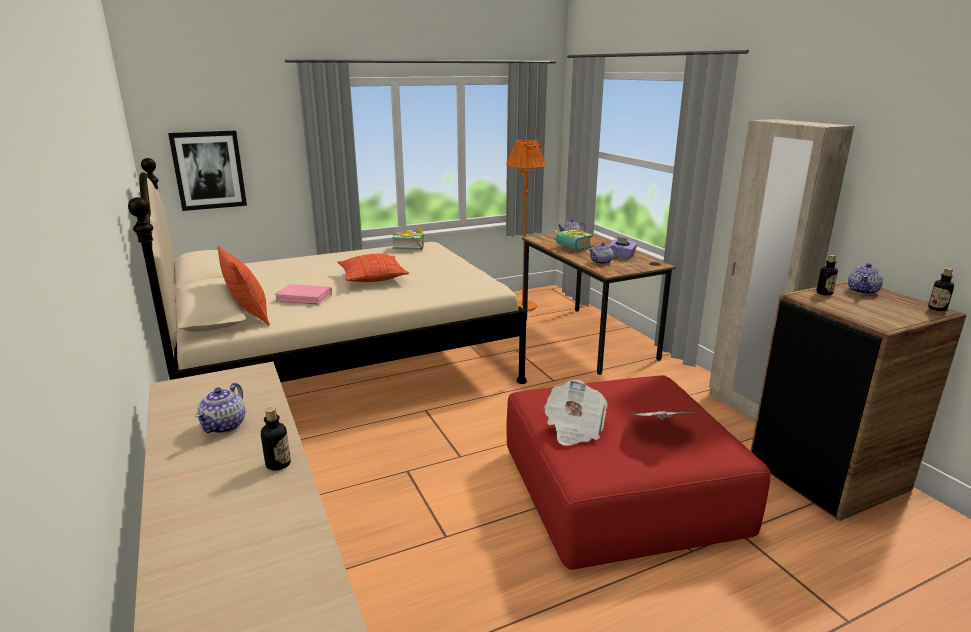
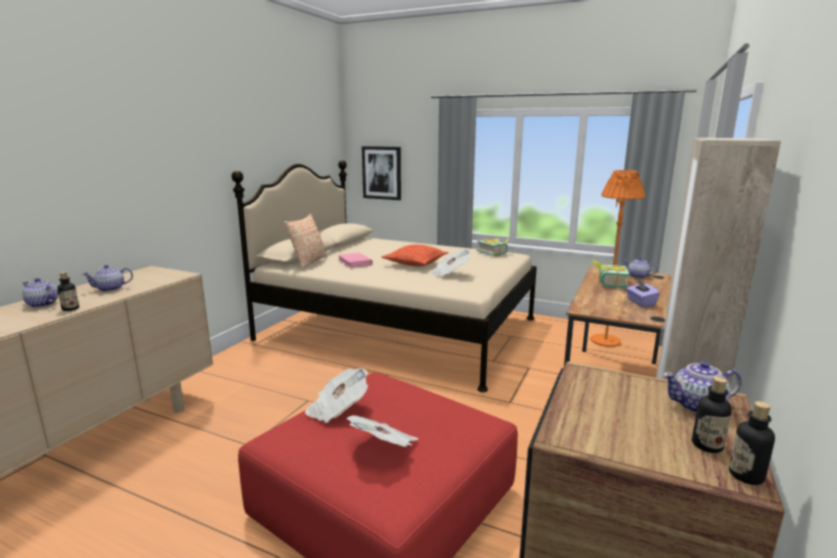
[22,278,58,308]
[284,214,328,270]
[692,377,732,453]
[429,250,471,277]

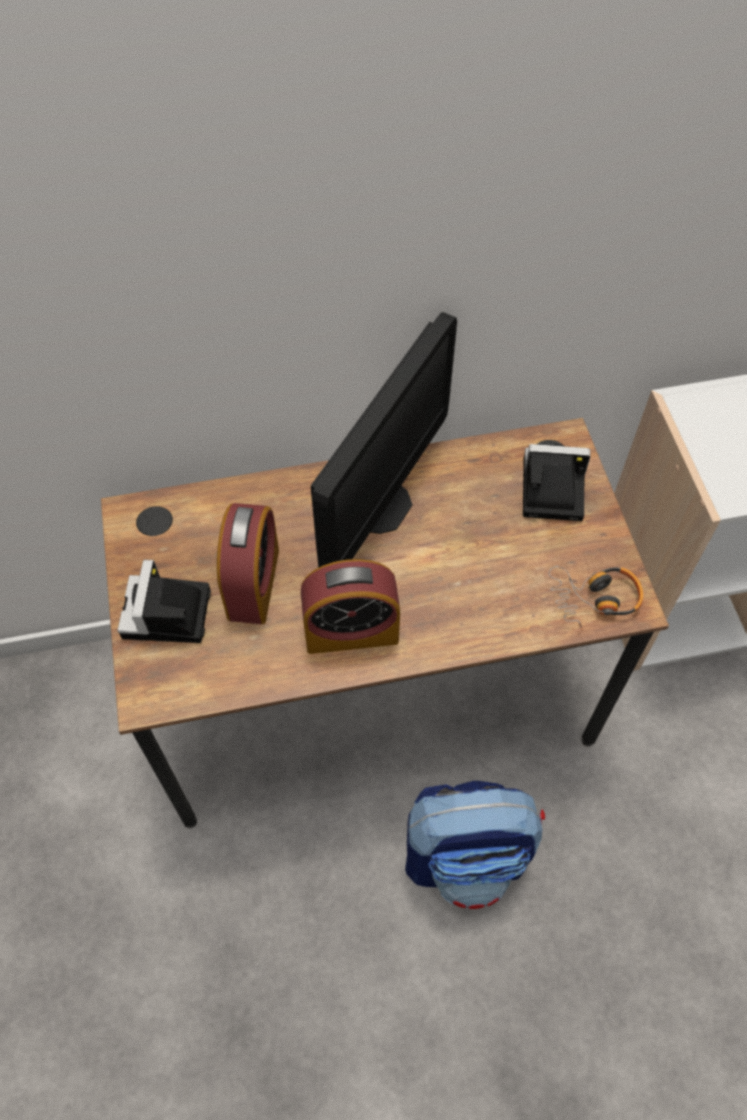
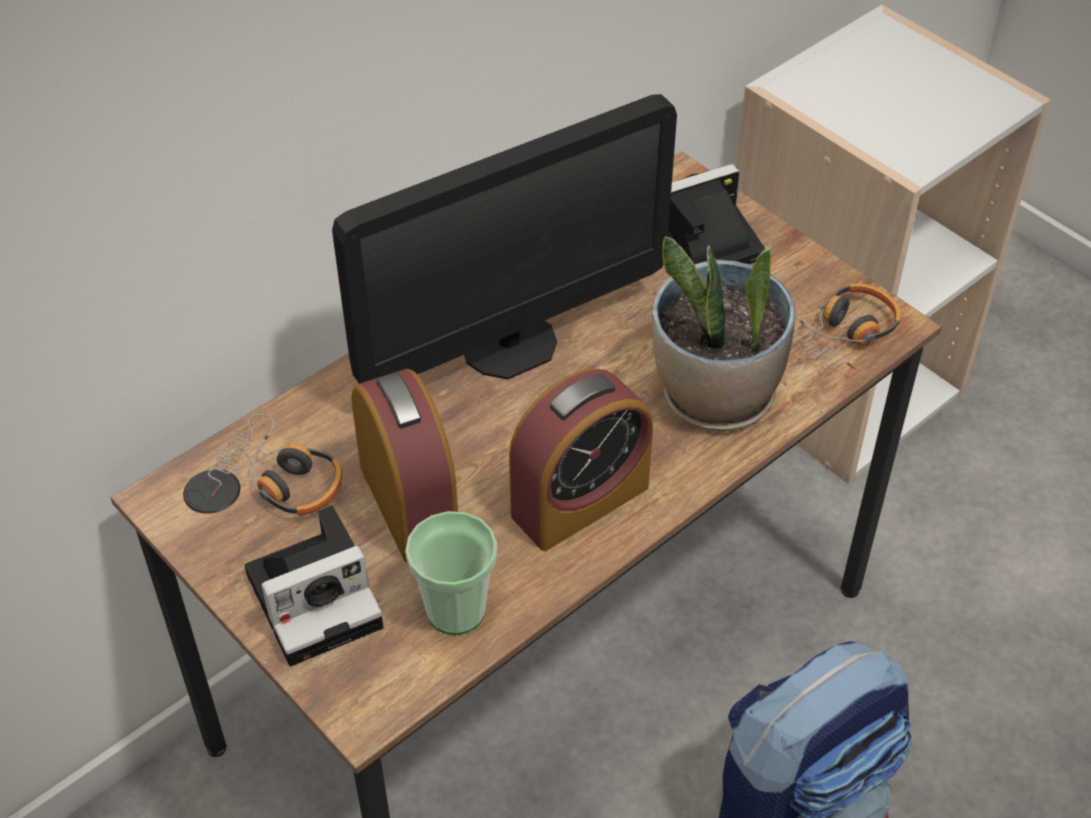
[332,94,677,384]
[245,505,383,666]
[652,236,796,431]
[208,414,342,515]
[405,511,497,635]

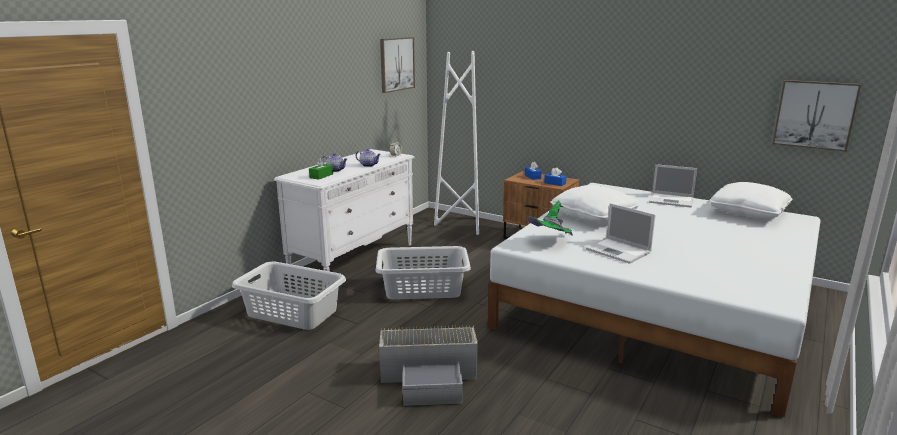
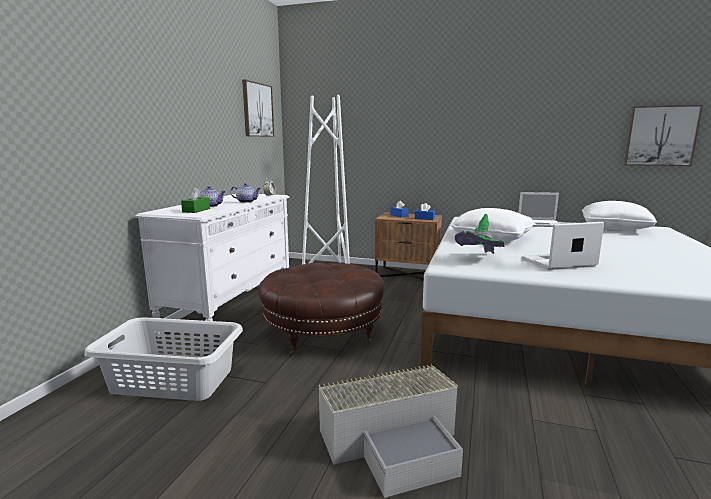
[522,222,604,270]
[258,263,385,355]

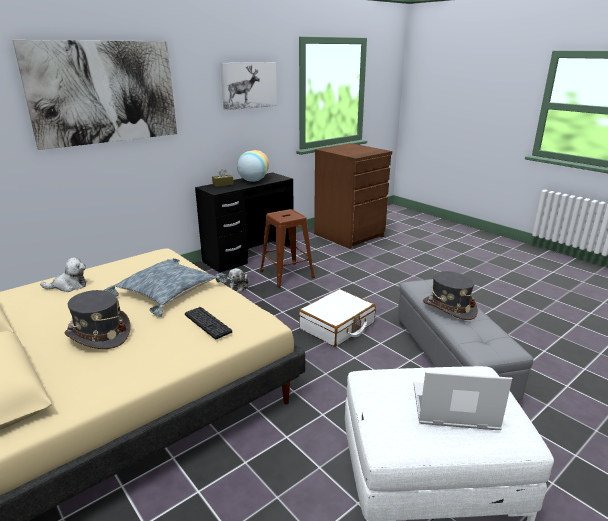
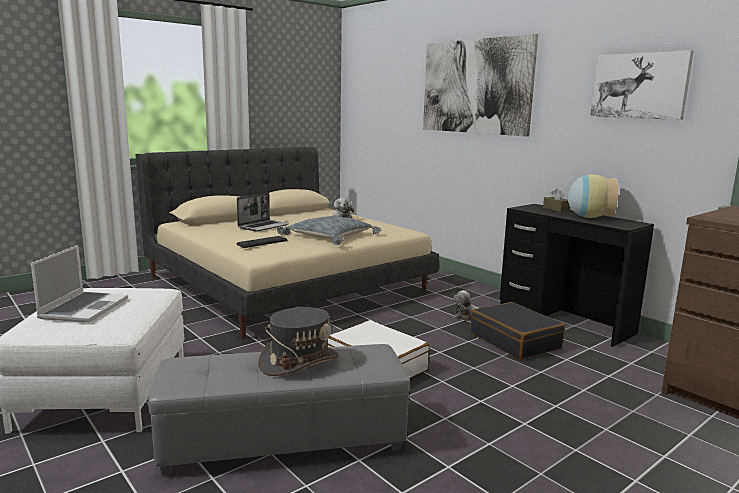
[470,302,565,359]
[237,193,289,232]

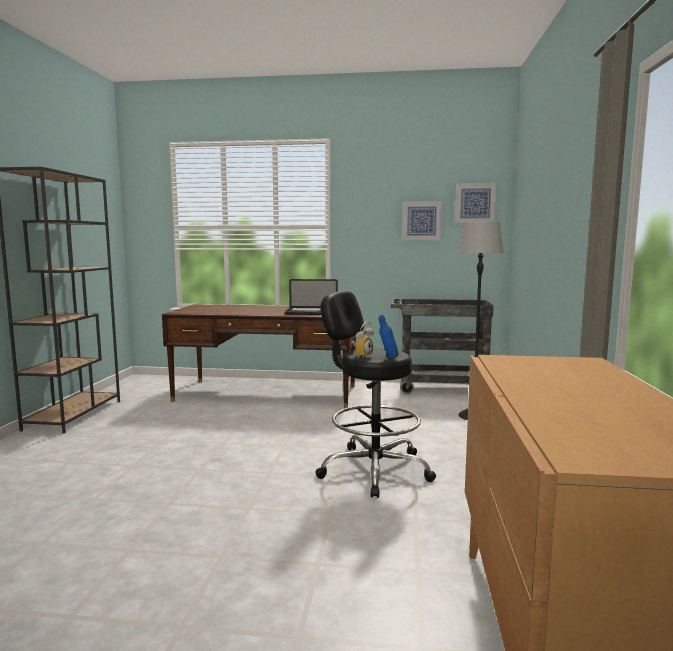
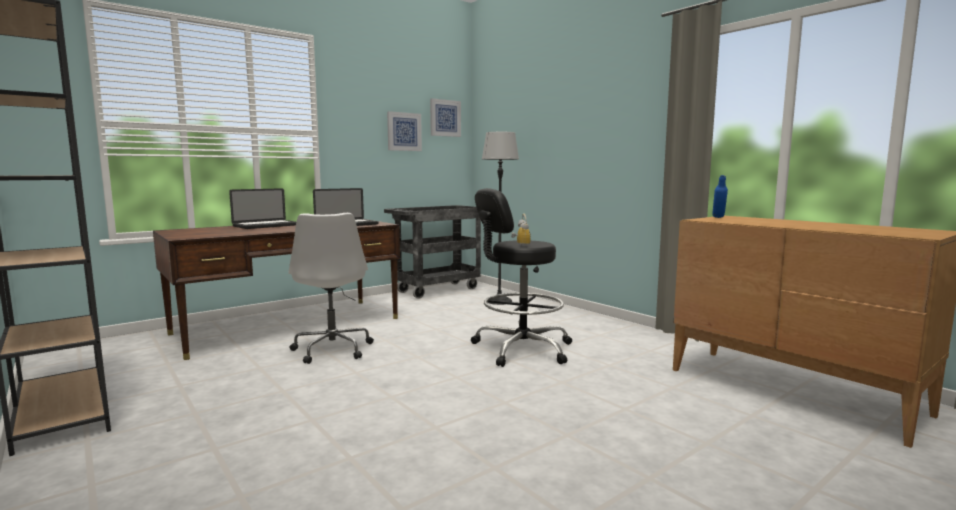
[712,175,728,218]
[229,188,296,229]
[289,213,374,364]

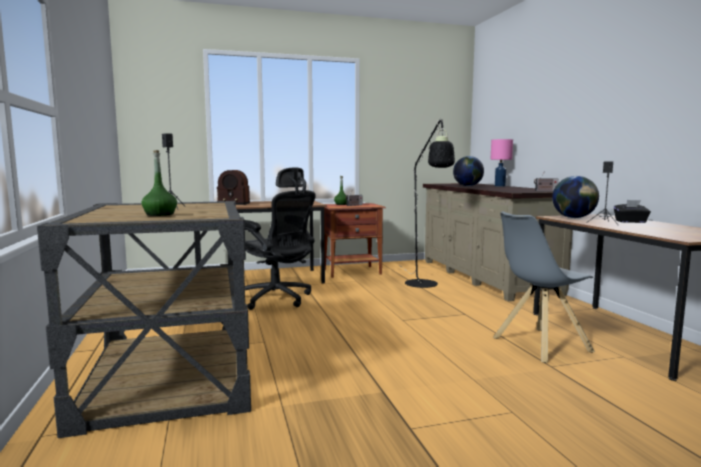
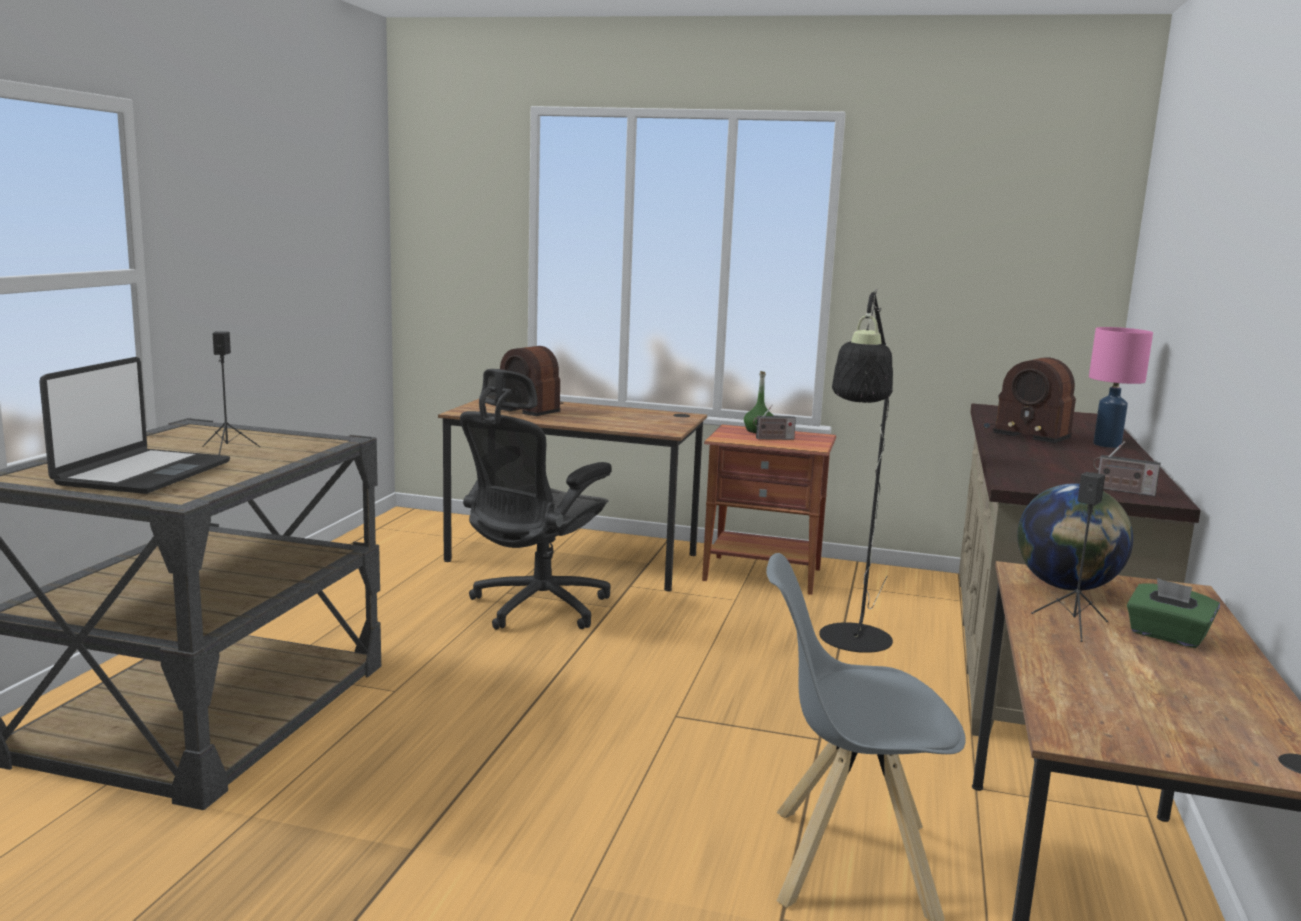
[39,357,230,494]
[984,357,1076,443]
[460,369,612,630]
[1127,578,1220,648]

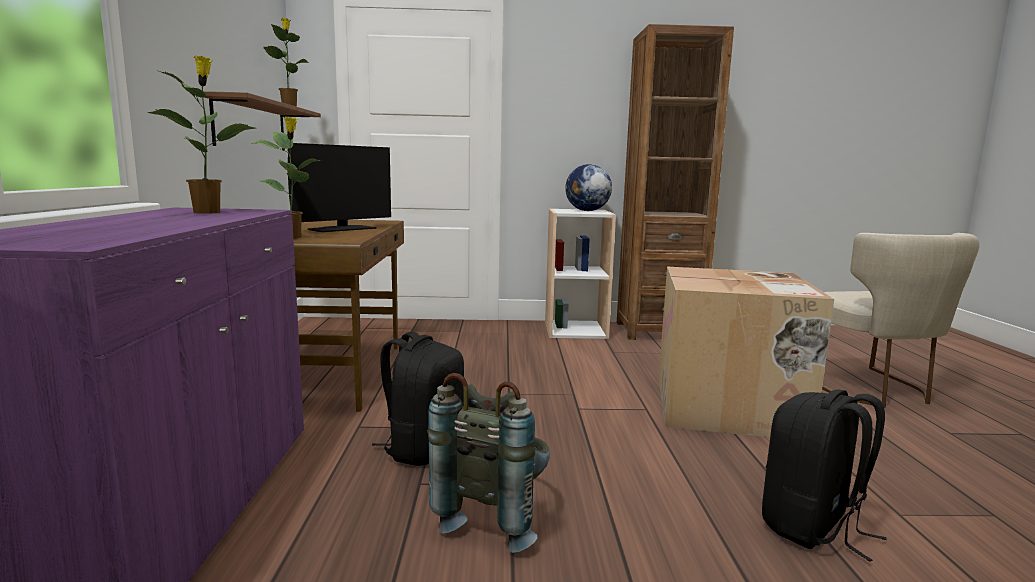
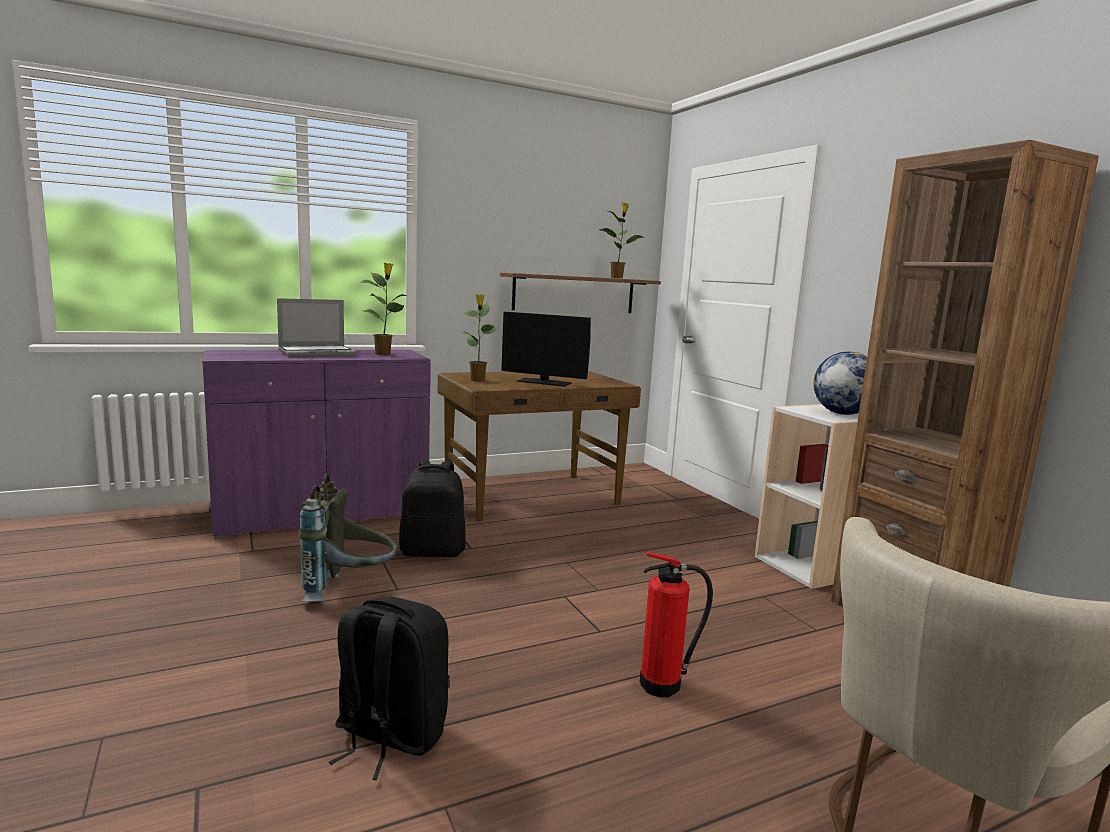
[640,552,713,697]
[277,298,357,357]

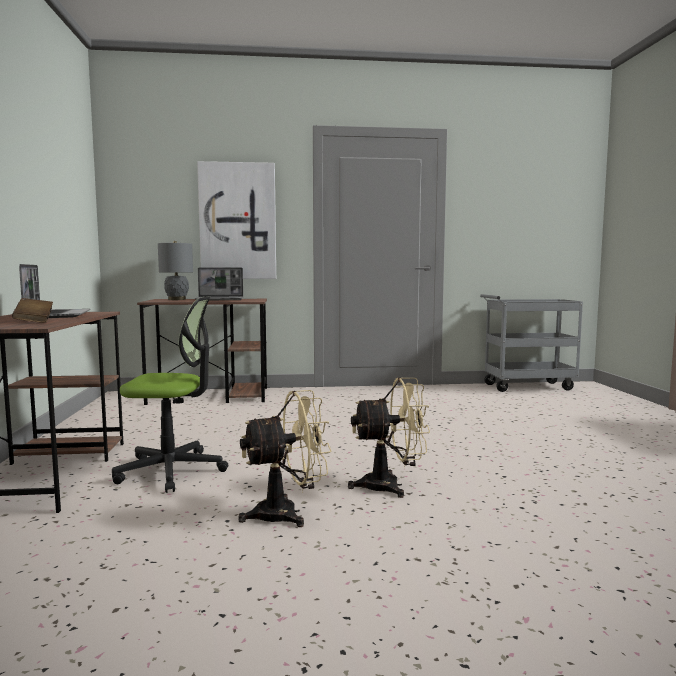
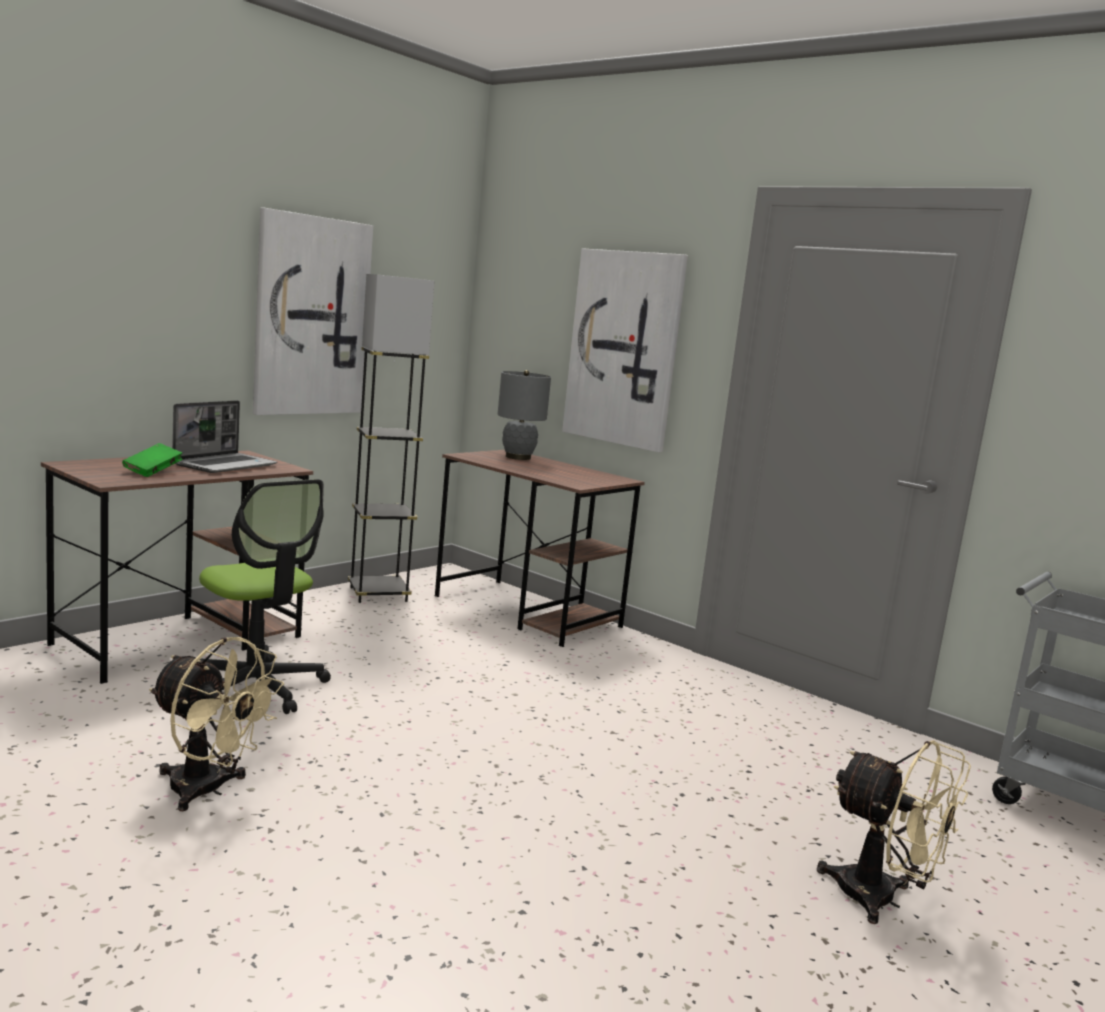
[195,267,243,300] (first image)
[122,443,182,477]
[817,740,971,924]
[253,208,373,415]
[348,274,435,603]

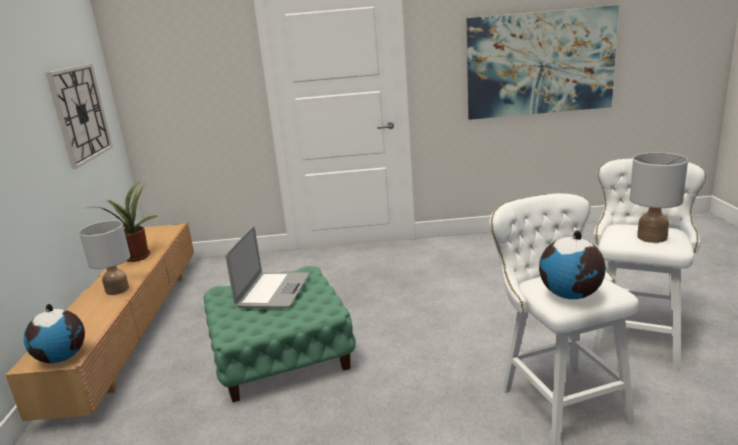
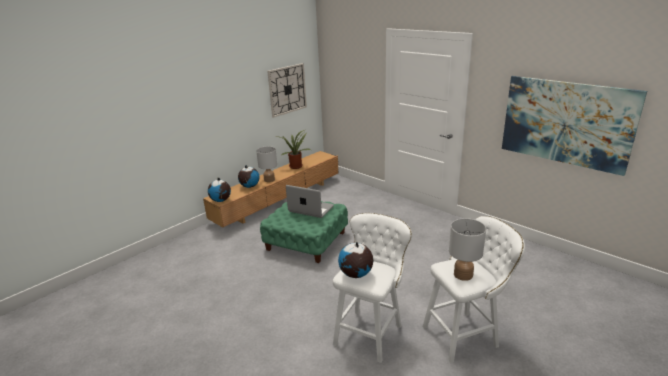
[286,185,334,218]
[238,165,259,188]

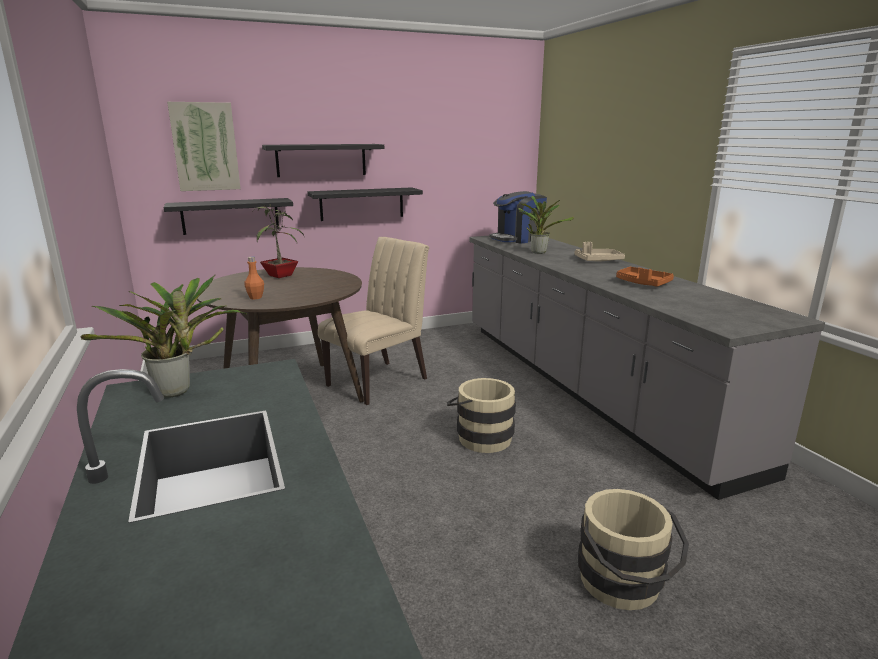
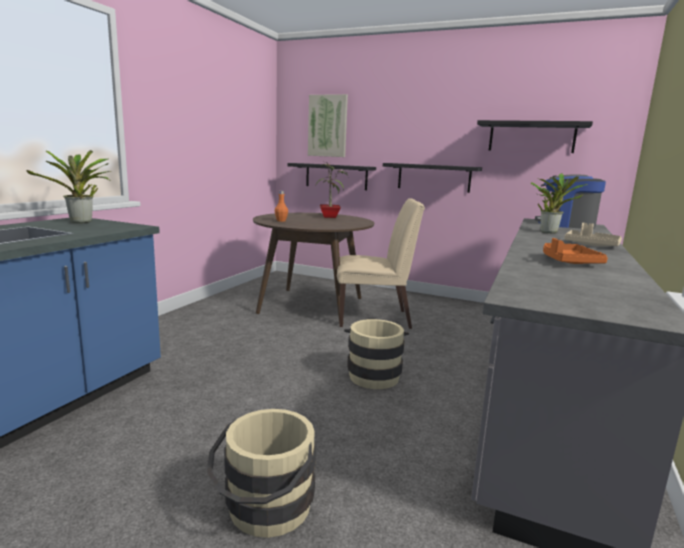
[477,120,593,153]

